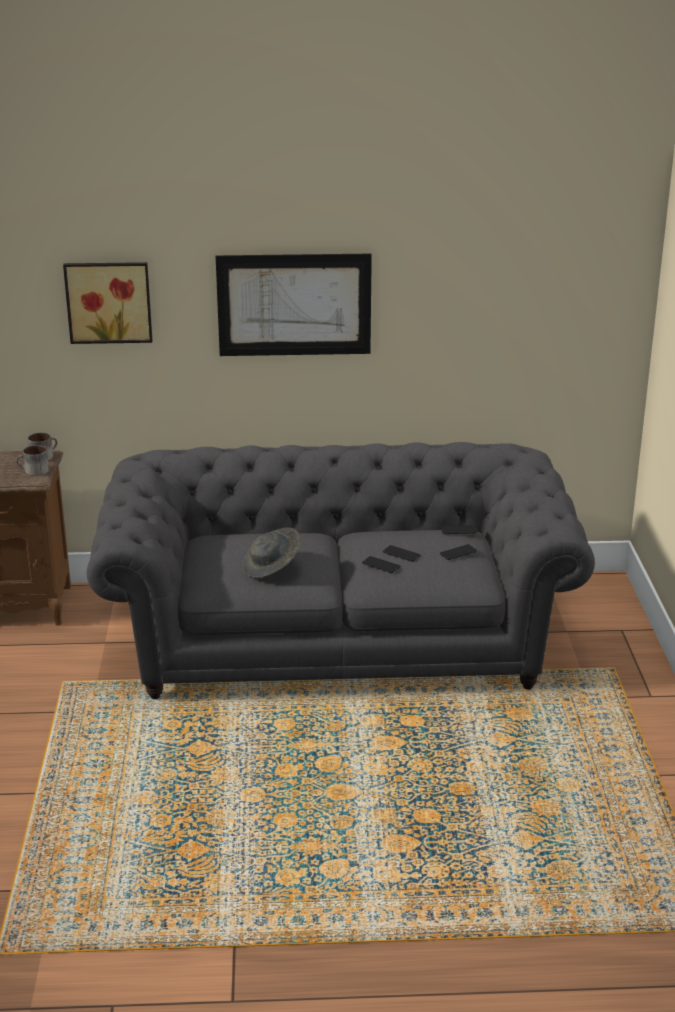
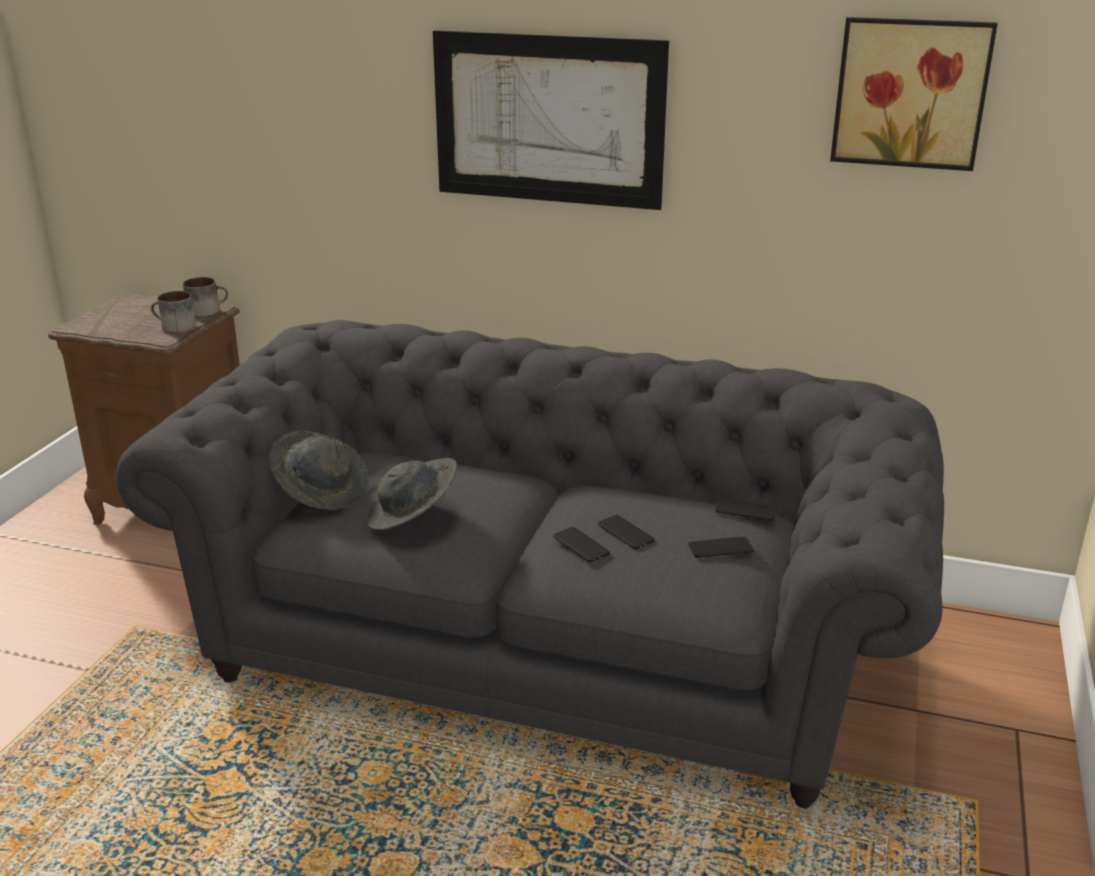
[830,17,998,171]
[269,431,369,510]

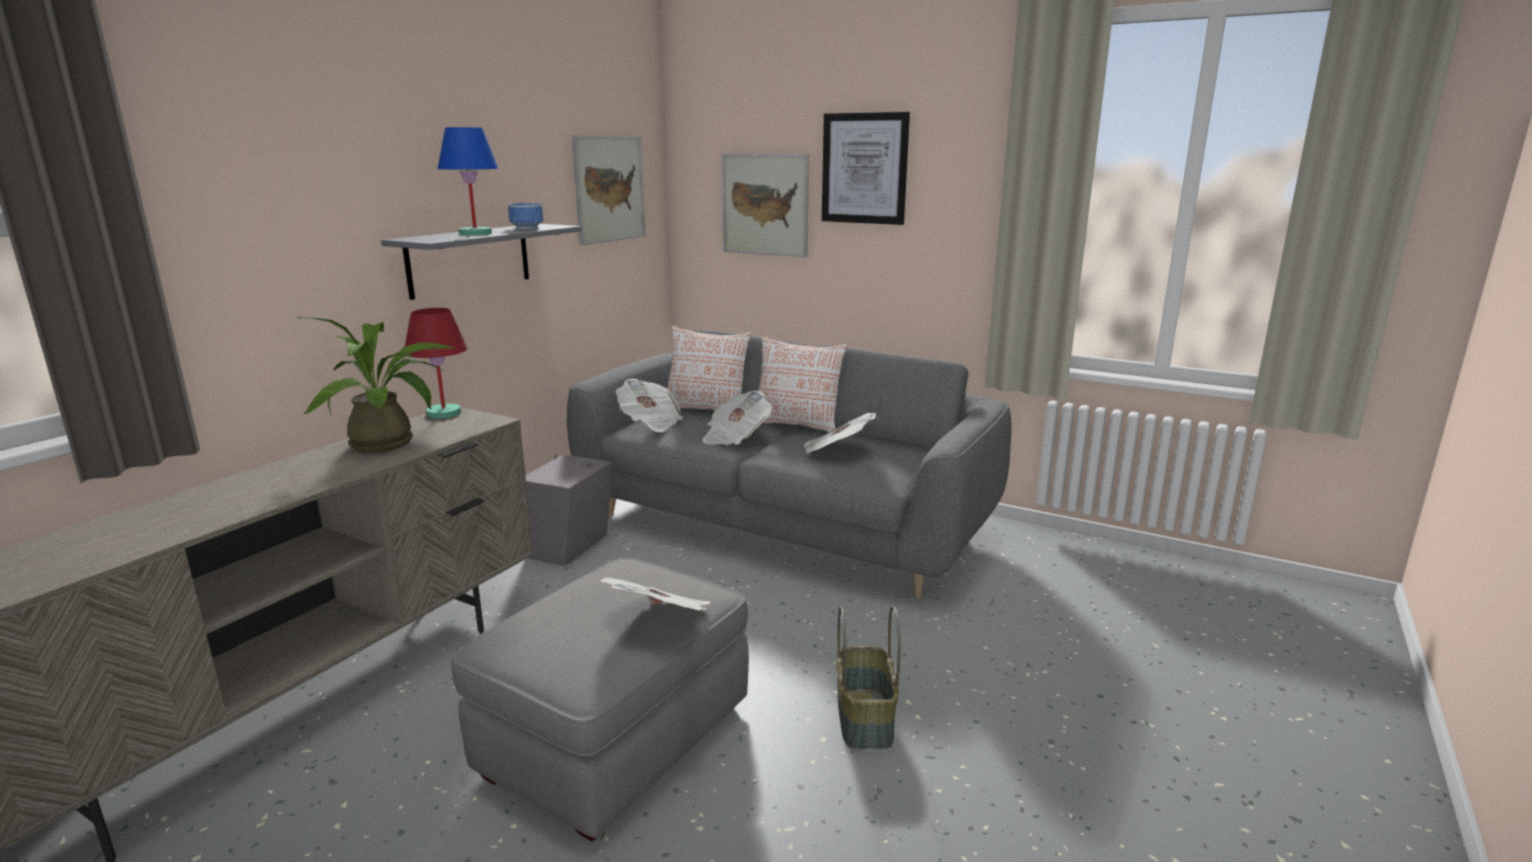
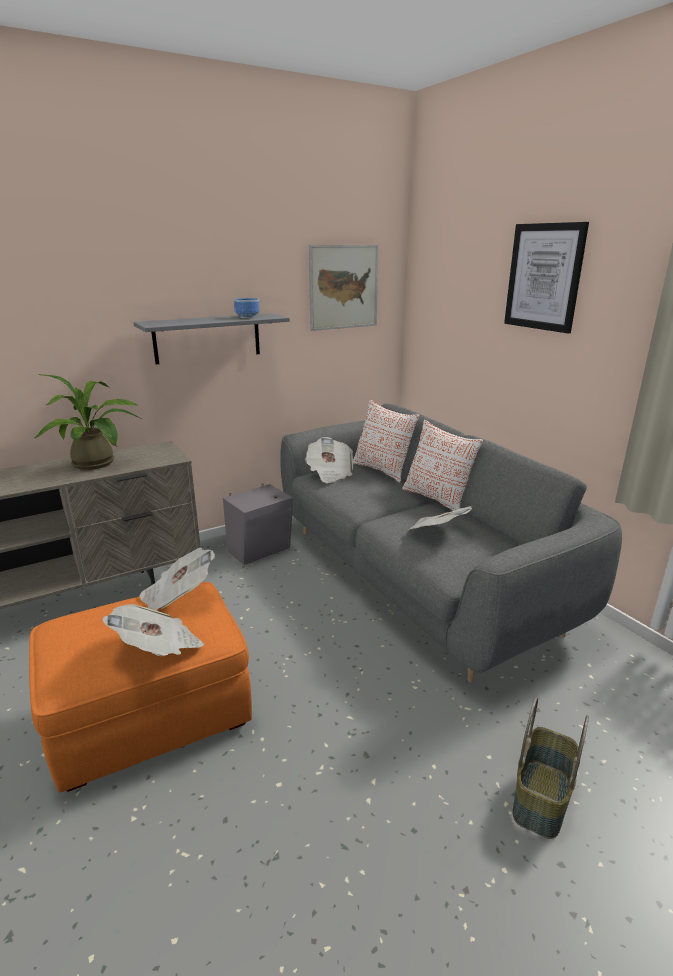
[438,127,499,235] (first image)
[722,154,809,257] (first image)
[405,308,468,419] (first image)
[139,547,215,611]
[29,582,252,793]
[513,697,589,839]

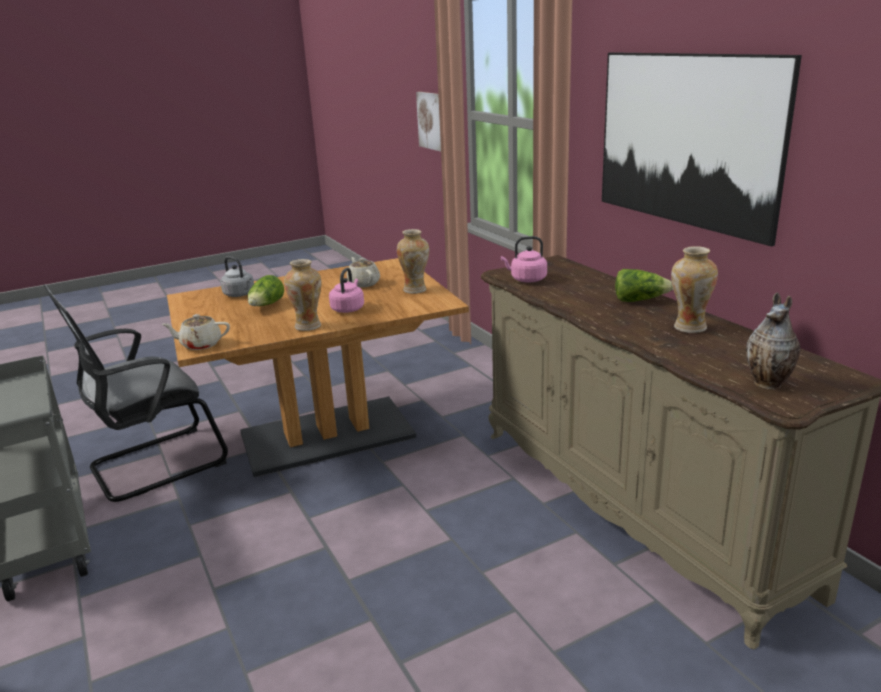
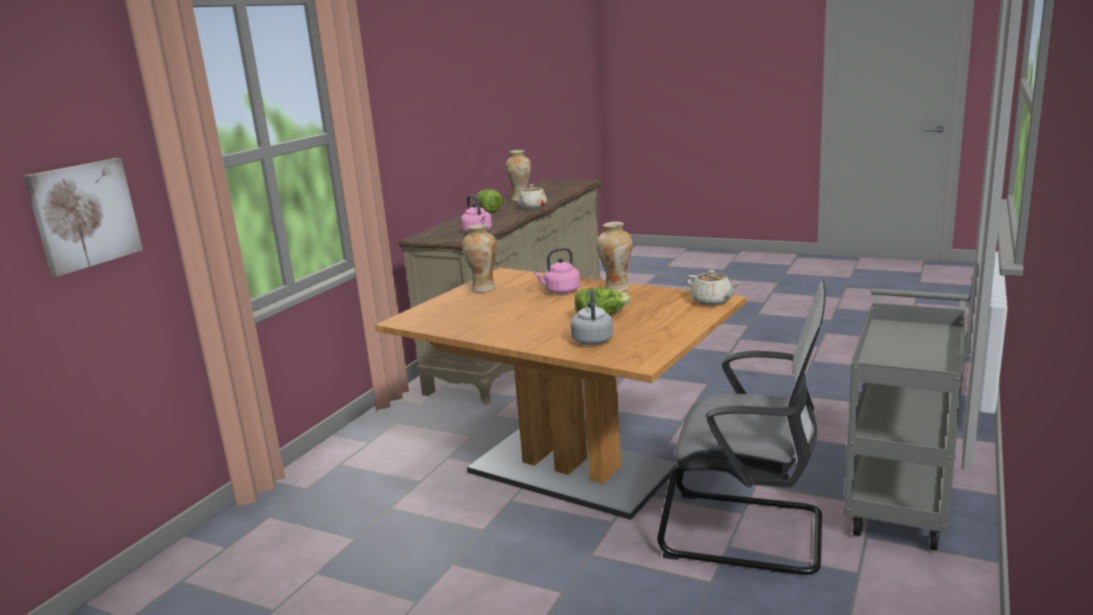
[602,52,802,246] (first image)
[518,184,547,209]
[746,292,800,390] (first image)

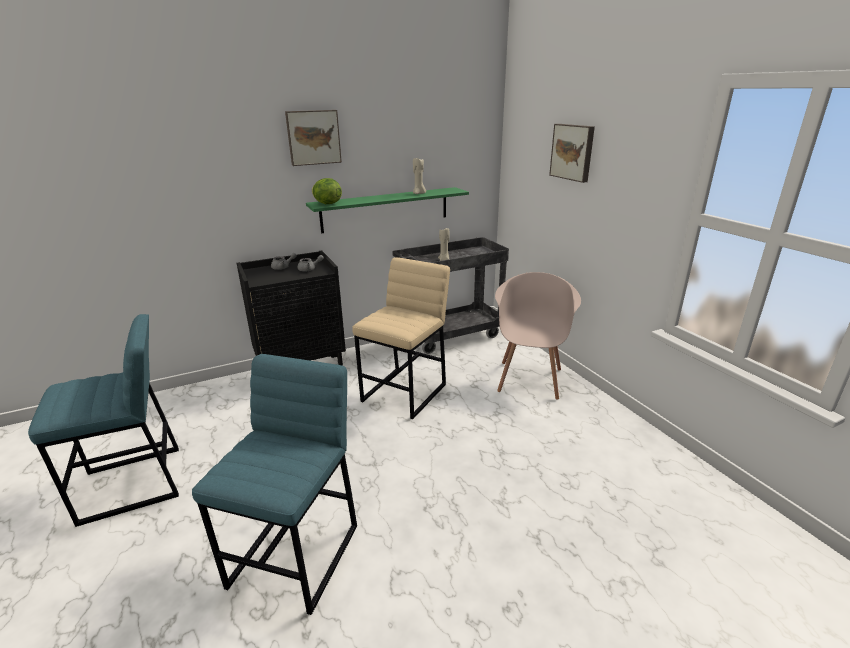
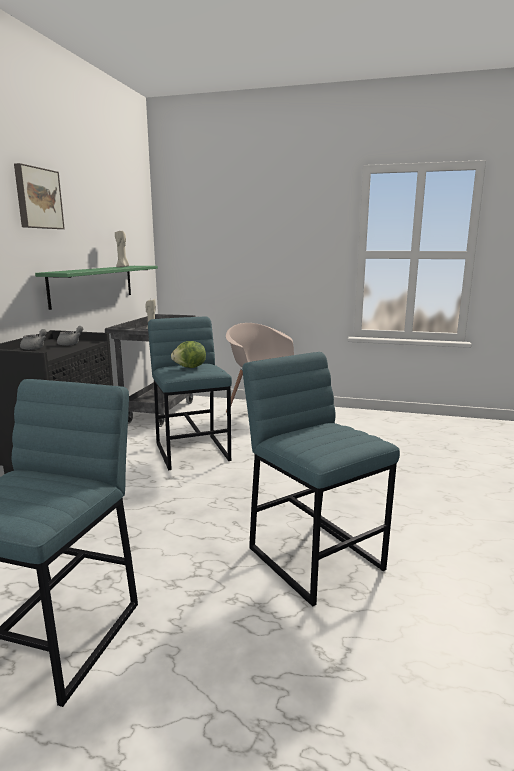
[549,124,595,183] (first image)
[171,341,206,368]
[148,317,232,470]

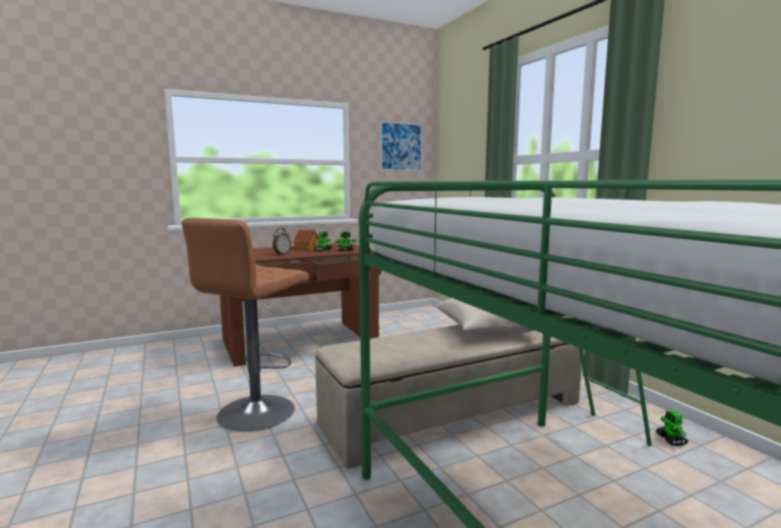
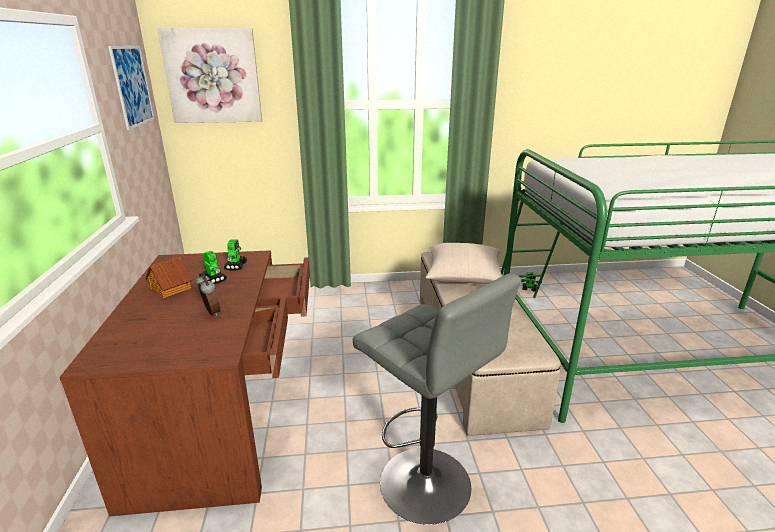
[353,273,521,525]
[157,28,262,123]

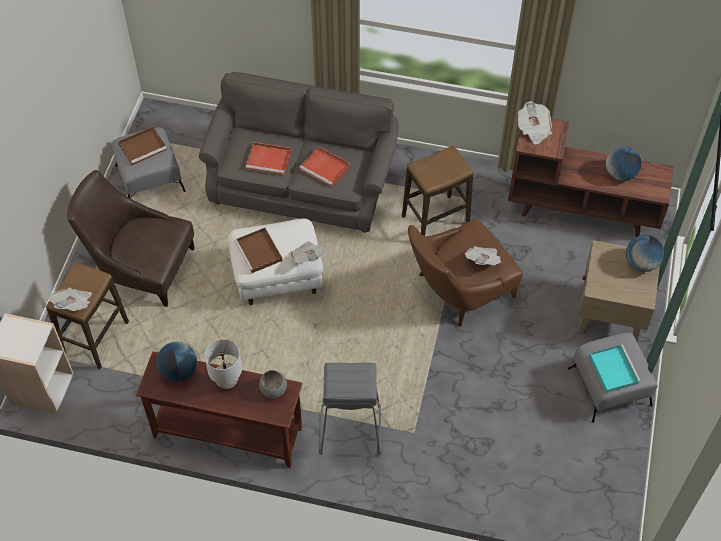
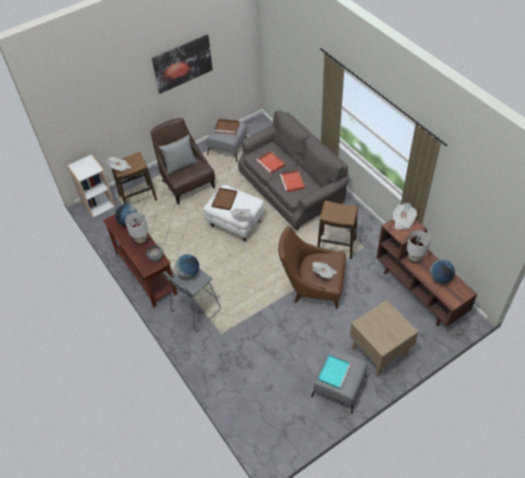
[175,254,199,278]
[152,35,213,94]
[159,135,197,175]
[407,230,430,263]

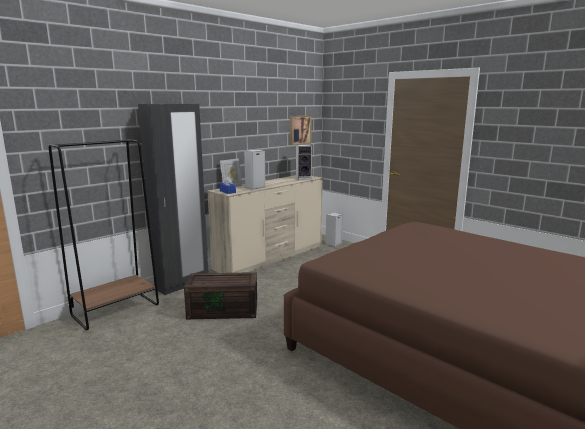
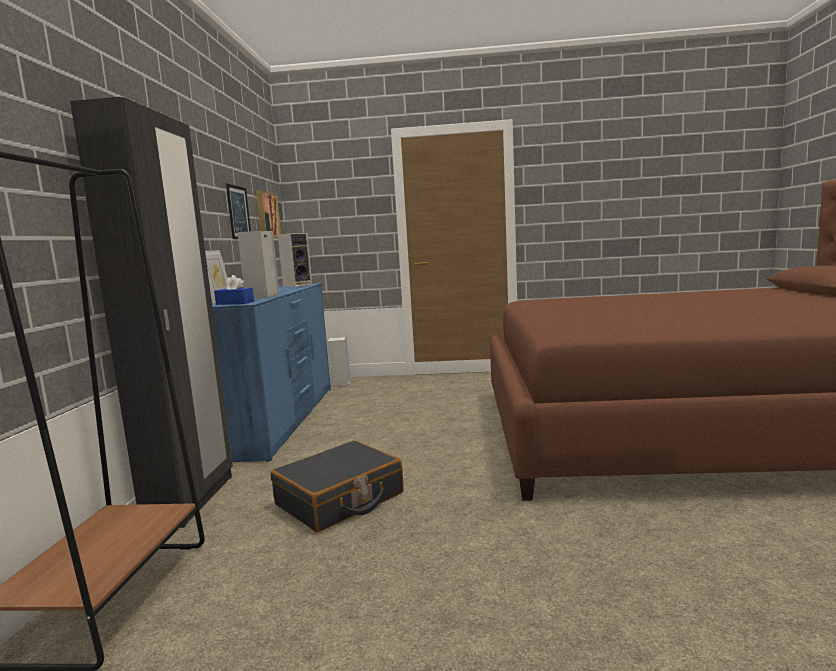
[212,283,331,462]
[271,441,403,532]
[226,183,251,239]

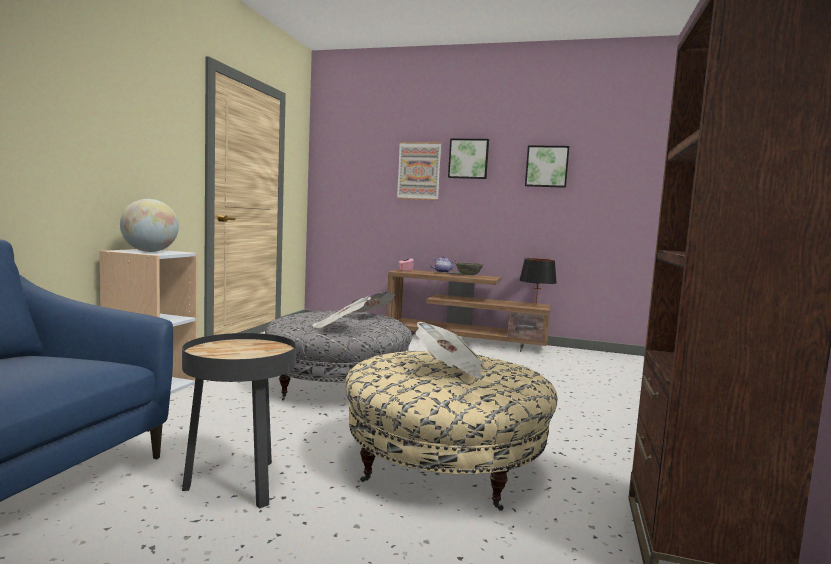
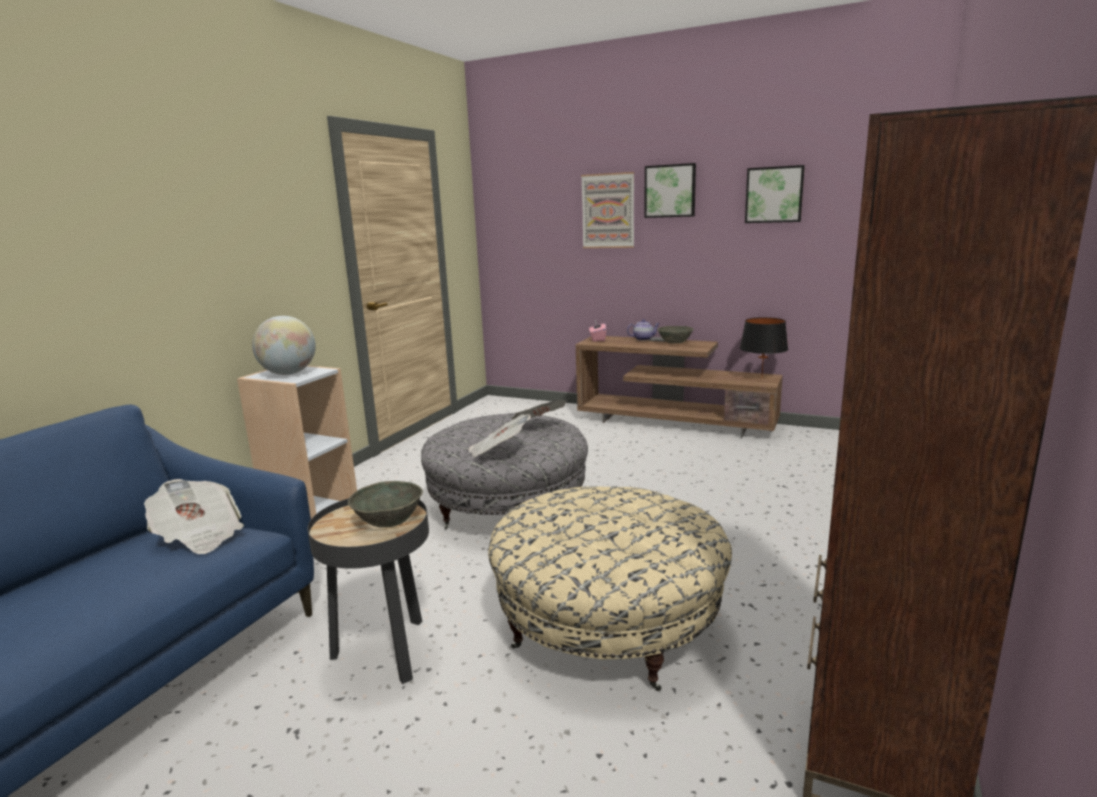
[144,479,244,554]
[348,481,423,528]

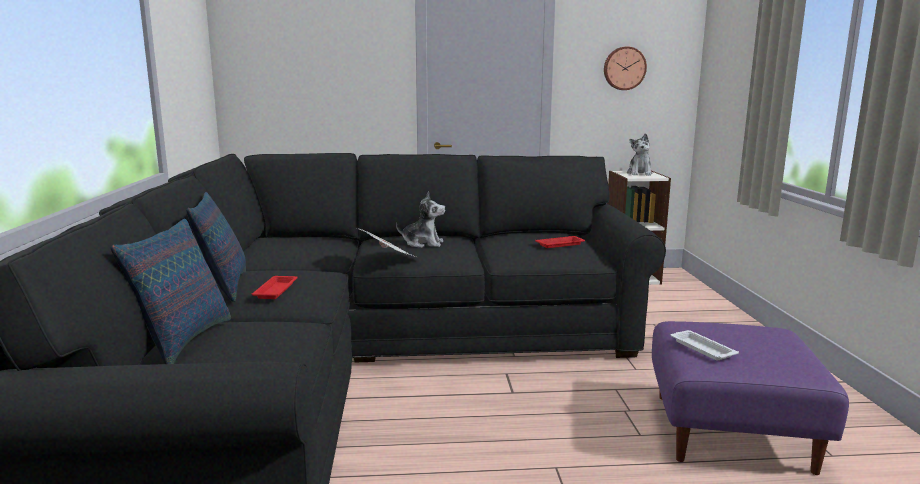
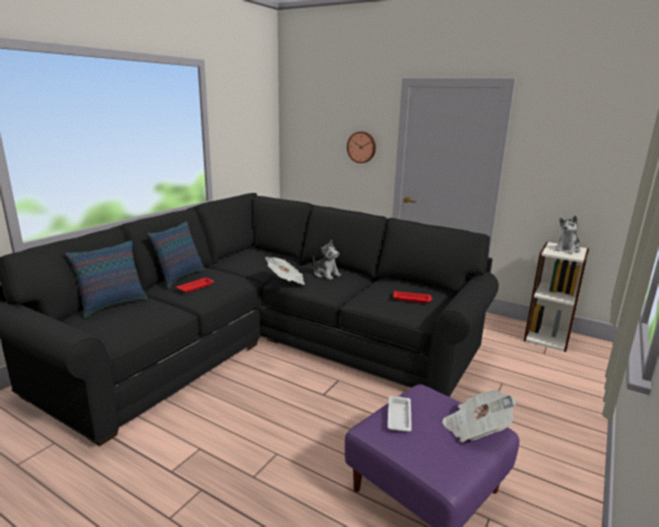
[347,131,376,163]
[442,390,517,442]

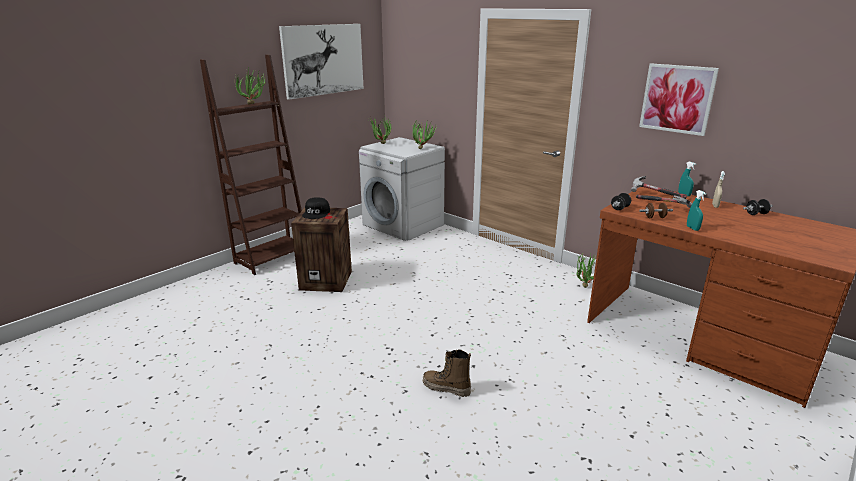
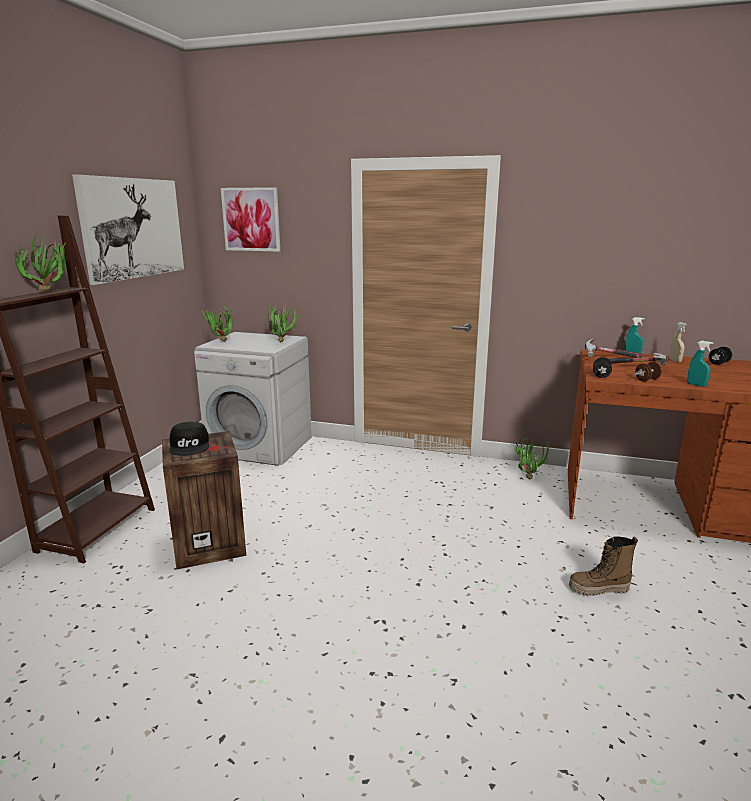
[221,187,280,252]
[569,536,638,596]

